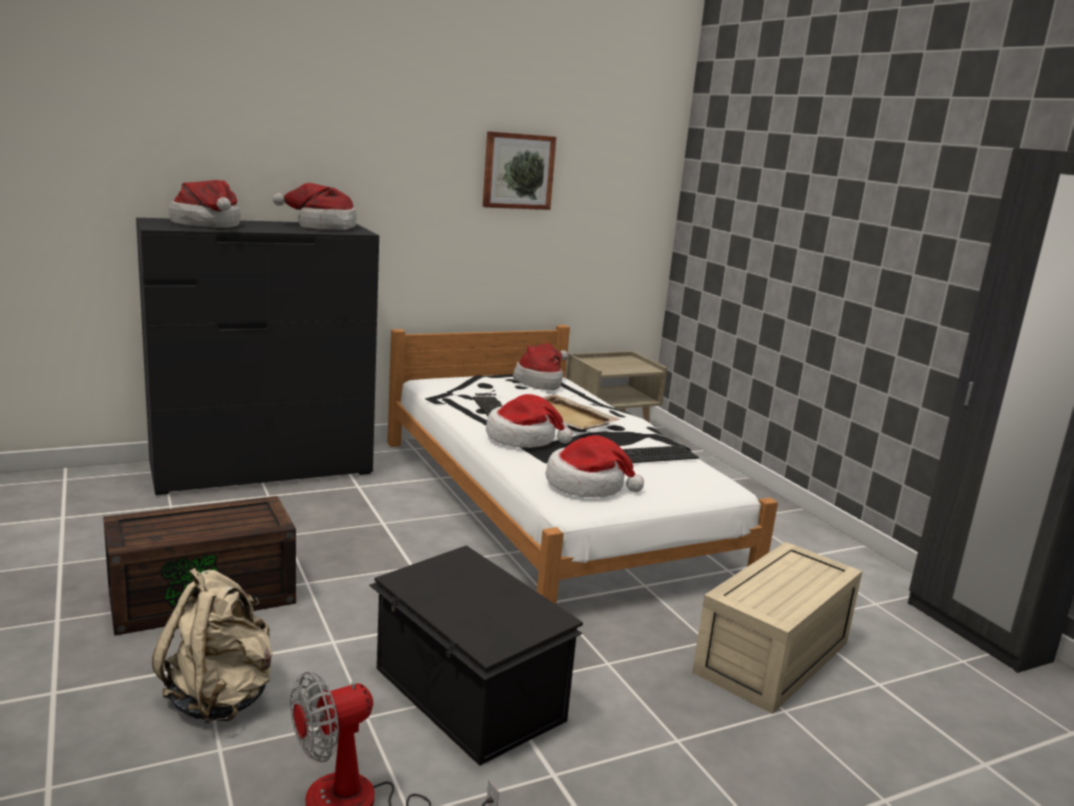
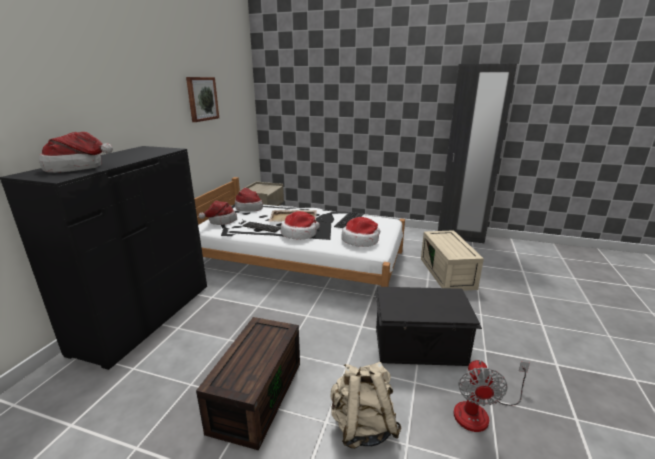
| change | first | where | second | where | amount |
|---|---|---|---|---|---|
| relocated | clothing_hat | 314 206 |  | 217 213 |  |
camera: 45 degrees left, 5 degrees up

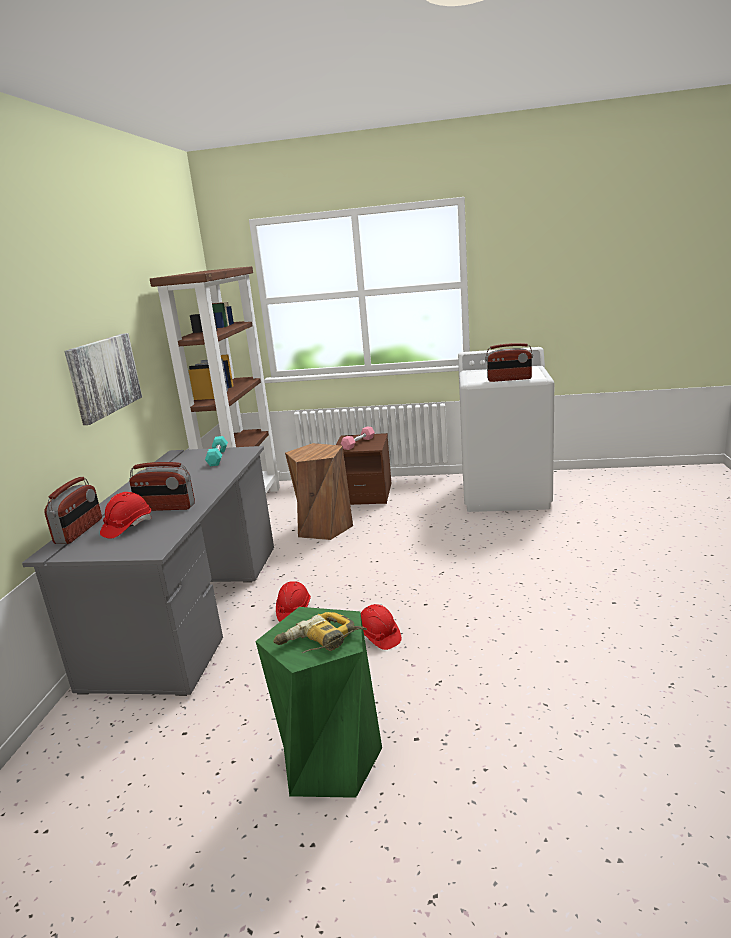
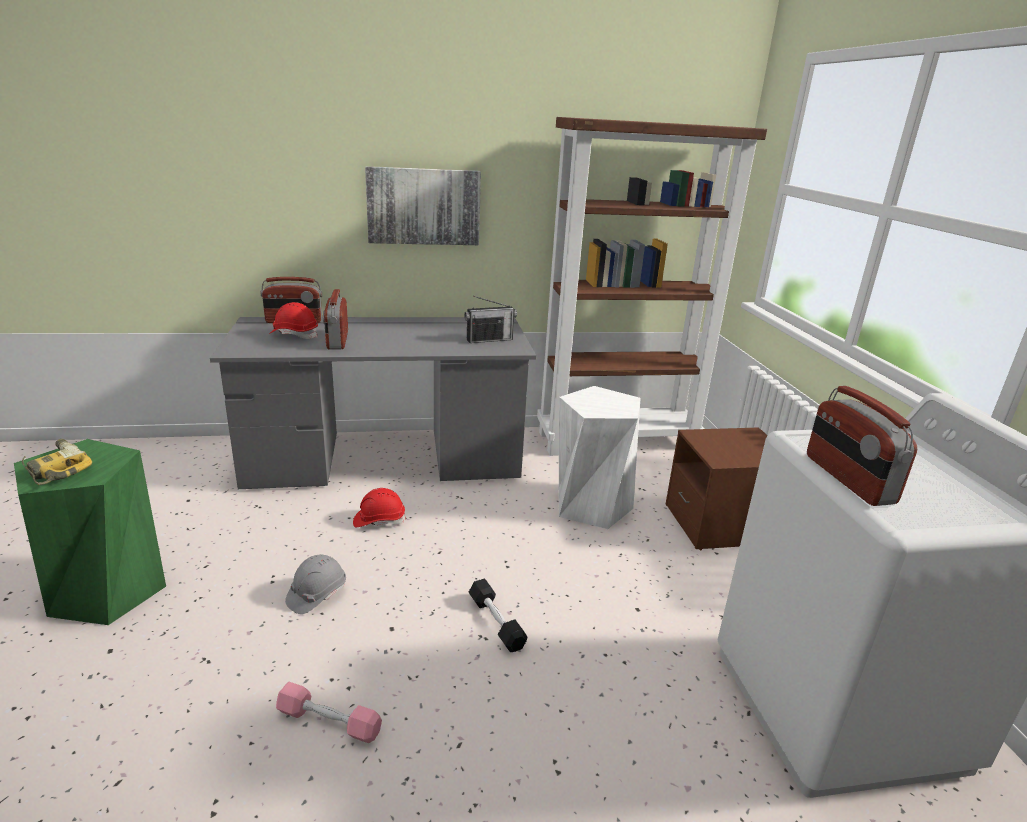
| change | first | where | second | where | amount |
|---|---|---|---|---|---|
| relocated | pinkish_free_weight | 358 438 |  | 329 712 |  |
| colour | red-coloured_work_helmet | 381 627 | gray_work_helmet | 315 584 |  |
| exchanged | turquoise-coloured_free_weight | 216 451 | radio_receiver | 490 319 |  |
| appeared |  |  | blackish_free_weight | 498 615 |  |
| colour | brown-coloured_sitting_stool | 319 491 | whitish_sitting_stool | 600 457 |  |
camera: 70 degrees right, 5 degrees up

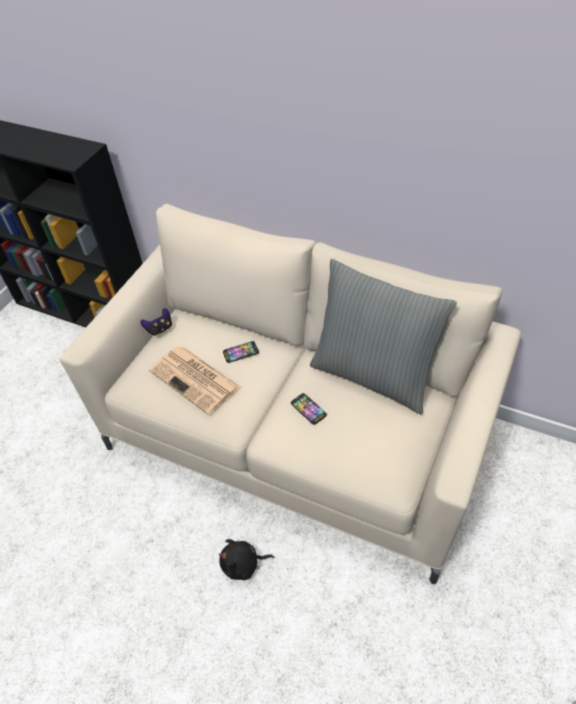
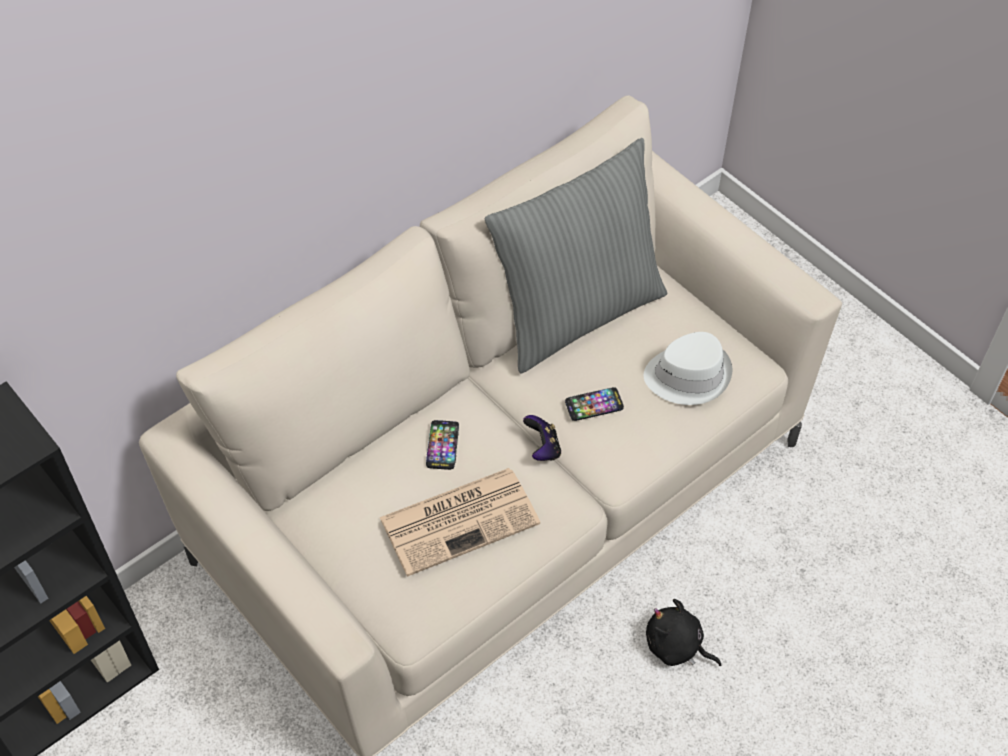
| change | first | where | second | where | amount |
|---|---|---|---|---|---|
| relocated | joypad | 156 322 |  | 542 438 |  |
| appeared |  |  | whitish_clothing_hat | 688 368 |  |
| spun | blackish_soft_toy | 246 559 |  | 683 632 | 105 degrees clockwise |
camera: 70 degrees left, 5 degrees up

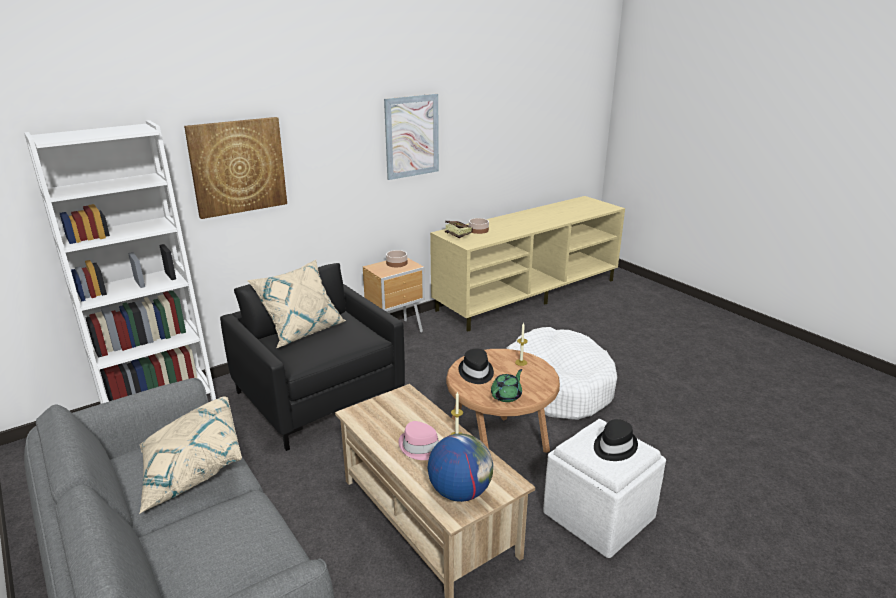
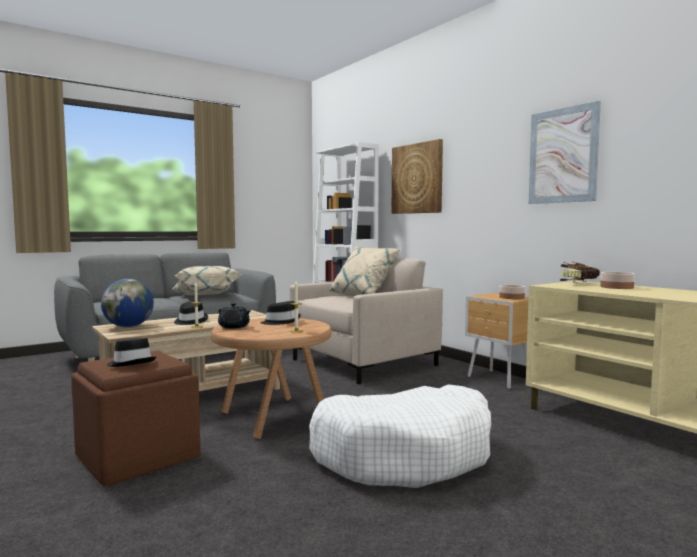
| change | first | where | second | where | amount |
|---|---|---|---|---|---|
| colour | whitish_pouffe | 604 488 | brown-coloured_pouffe | 136 418 |  |
| colour | pinkish_clothing_hat | 419 440 | blackish_clothing_hat | 191 313 |  |
| colour | green-coloured_pot_for_tea | 506 385 | blackish_pot_for_tea | 234 316 |  |
| colour | blackish_easy_chair | 312 357 | beige-coloured_easy_chair | 366 321 |  |
camera: 90 degrees right, 20 degrees down

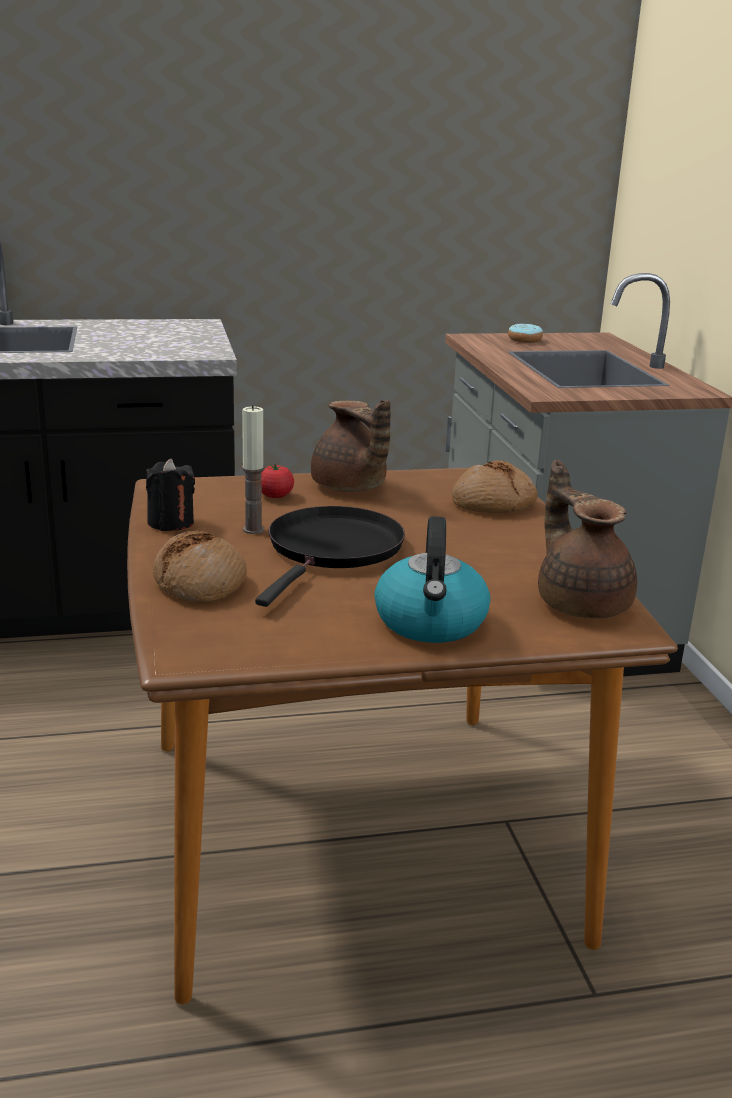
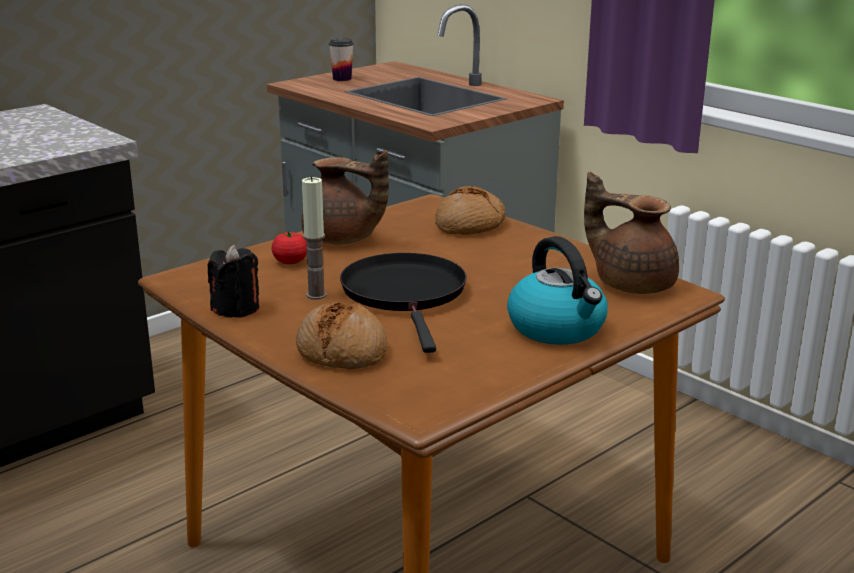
| change | first | where | second | where | amount |
|---|---|---|---|---|---|
| exchanged | doughnut | 525 333 | cup | 341 59 |  |
camera: 30 degrees left, 0 degrees up

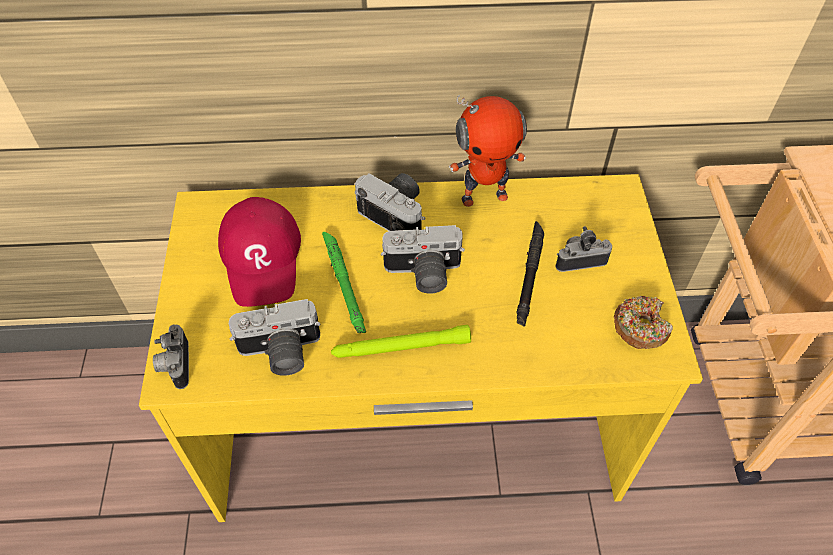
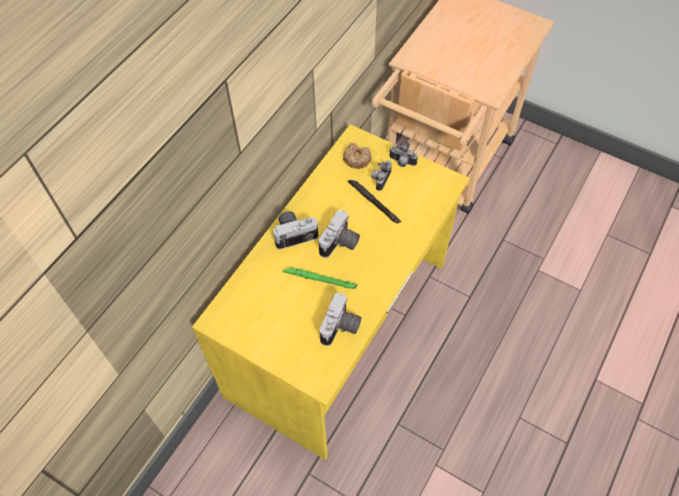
| change | first | where | second | where | amount |
|---|---|---|---|---|---|
| relocated | doughnut | 643 322 |  | 357 155 |  |
| relocated | still_camera | 171 357 |  | 403 154 |  |
| missing | red-coloured_baseball_cap | 259 252 |  |  |  |
| missing | green-coloured_hand_torch | 401 341 |  |  |  |
| missing | robot_figure | 488 151 |  |  |  |
camera: 55 degrees left, 5 degrees up

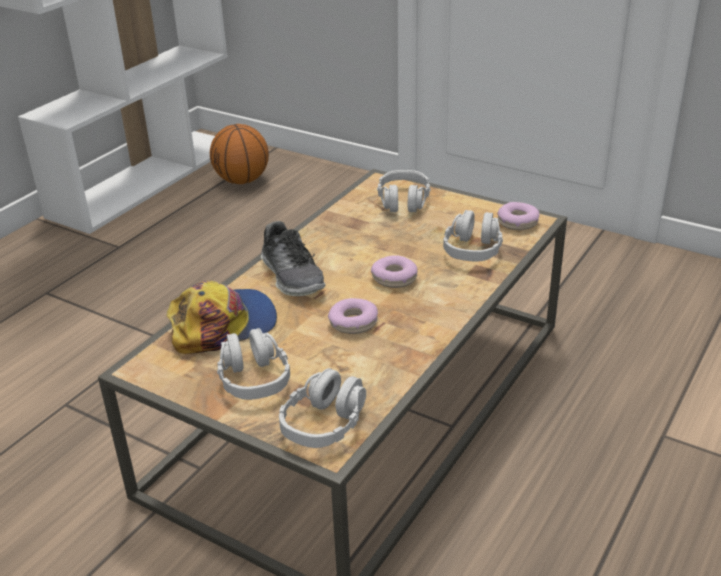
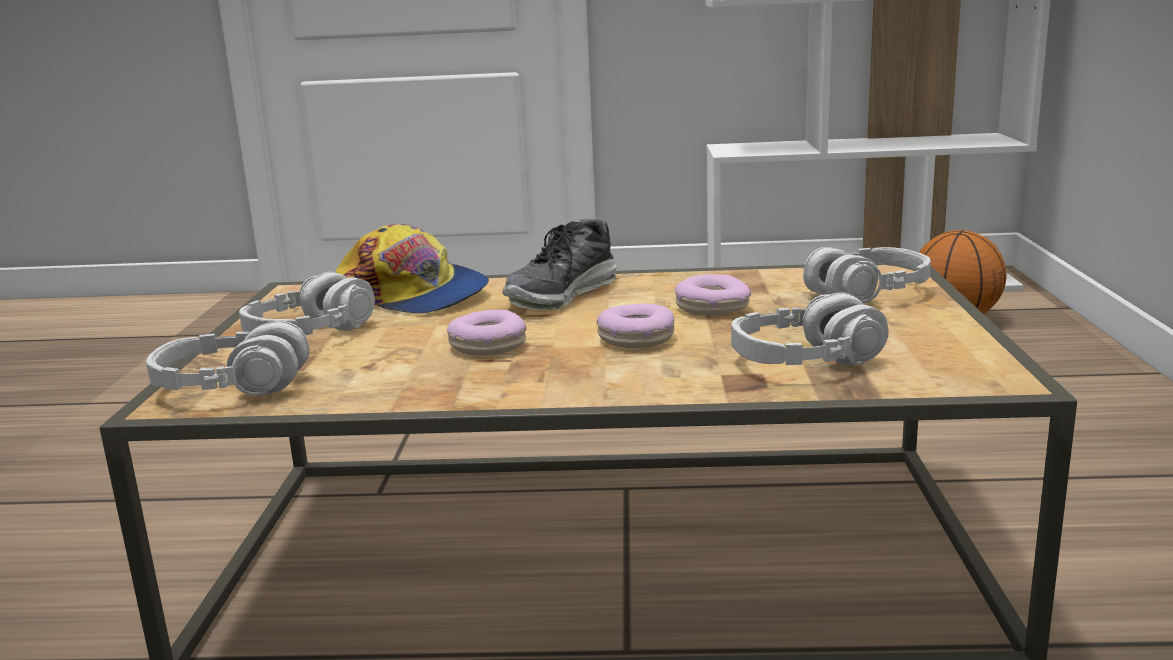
| change | first | where | second | where | amount |
|---|---|---|---|---|---|
| relocated | doughnut | 519 216 |  | 713 295 |  |
camera: 60 degrees right, 15 degrees down

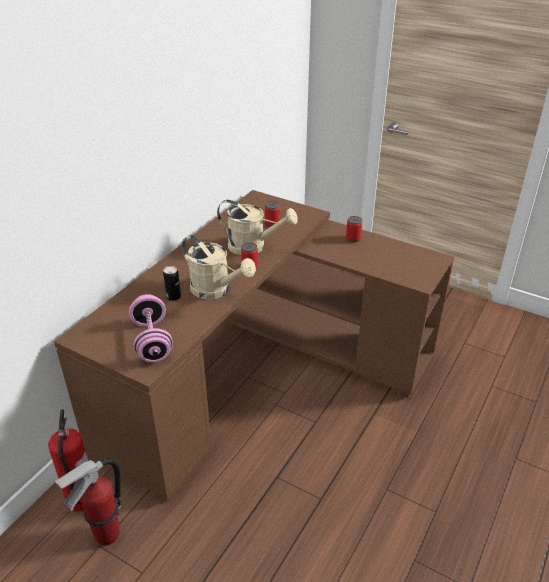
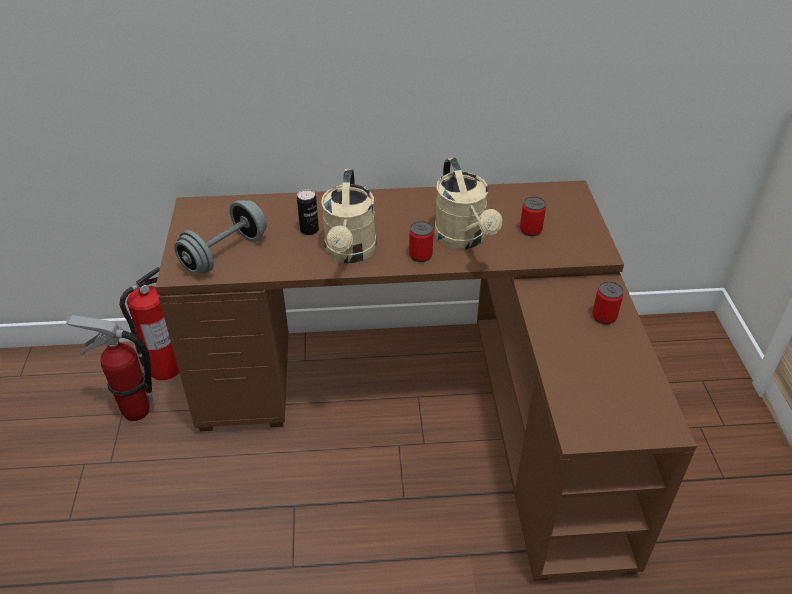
| change | first | where | second | where | amount |
|---|---|---|---|---|---|
| colour | pinkish_free_weight | 151 328 | gray_free_weight | 220 237 |  |
camera: 55 degrees right, 5 degrees up

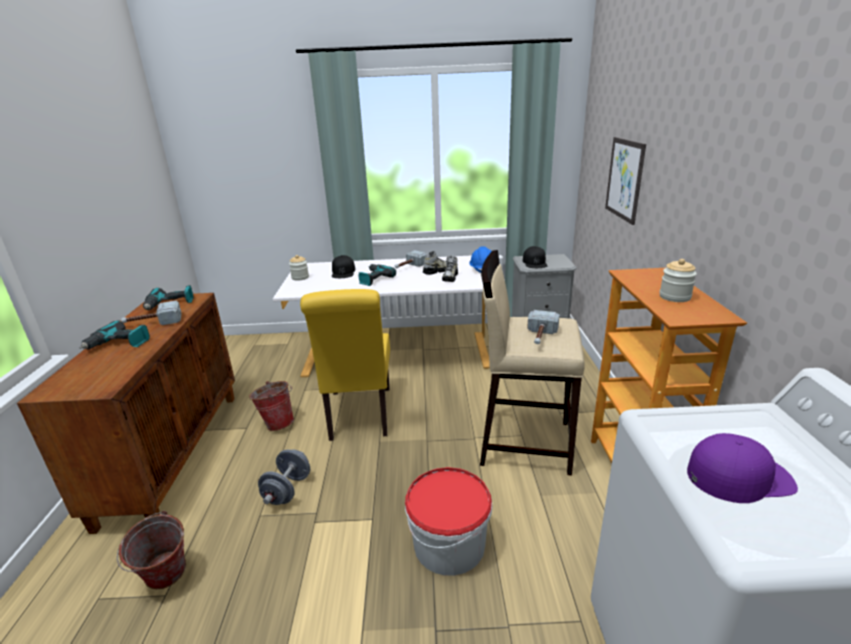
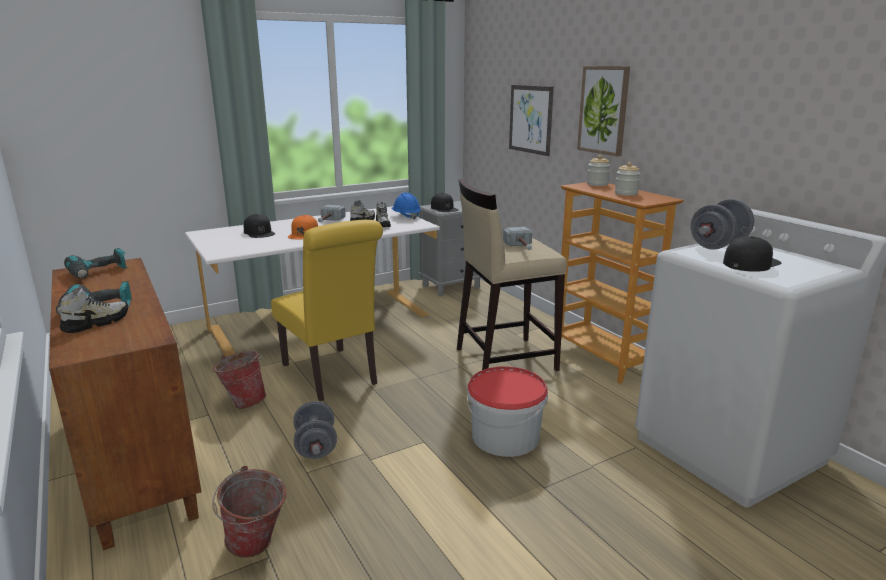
| change | first | where | second | where | amount |
|---|---|---|---|---|---|
| appeared |  |  | item_of_footwear | 94 310 |  |
| exchanged | power_drill | 377 275 | orange-coloured_baseball_cap | 303 227 |  |
| appeared |  |  | picture | 603 111 |  |
| relocated | preserve_jar | 299 268 |  | 598 170 |  |
| appeared |  |  | gray_free_weight | 722 224 |  |
| colour | purple_baseball_cap | 742 468 | blackish_baseball_cap | 752 254 |  |
| missing | hand_hammer | 151 313 |  |  |  |
camera: 30 degrees left, 5 degrees down

